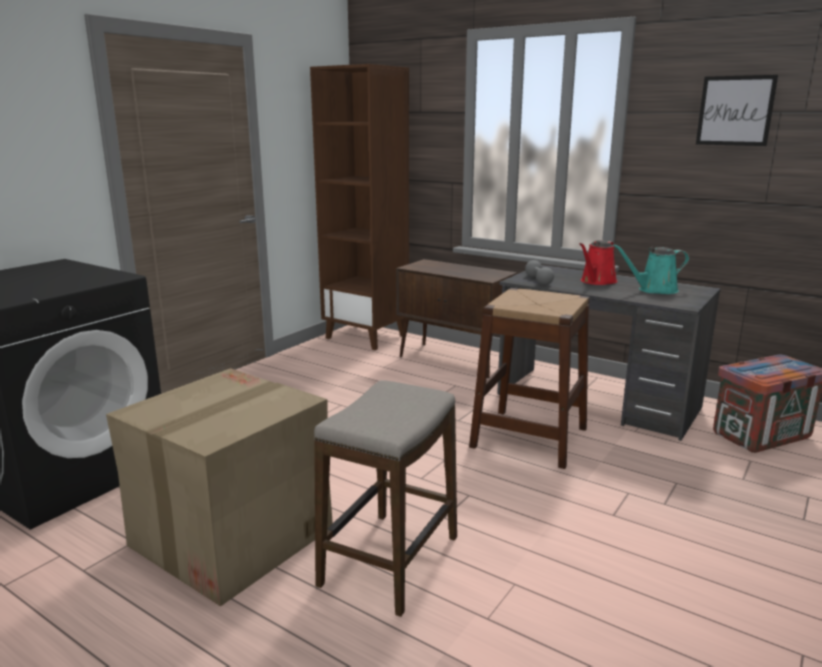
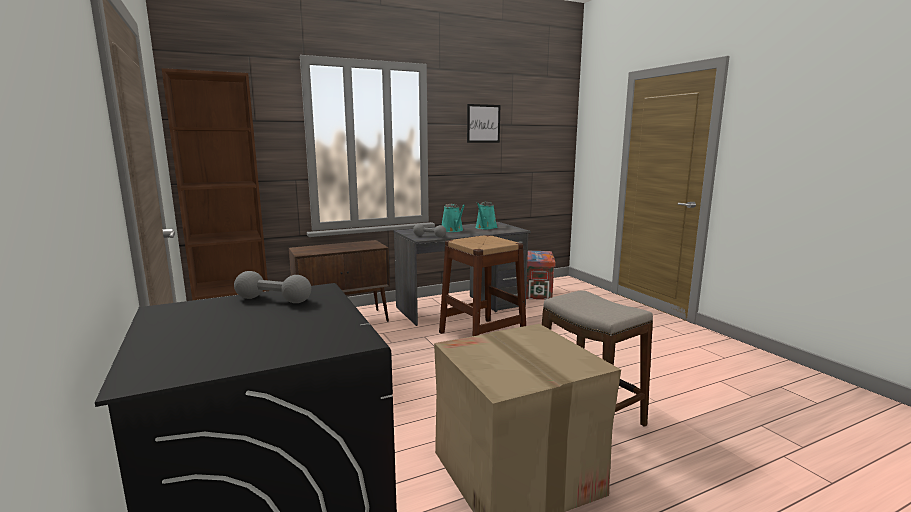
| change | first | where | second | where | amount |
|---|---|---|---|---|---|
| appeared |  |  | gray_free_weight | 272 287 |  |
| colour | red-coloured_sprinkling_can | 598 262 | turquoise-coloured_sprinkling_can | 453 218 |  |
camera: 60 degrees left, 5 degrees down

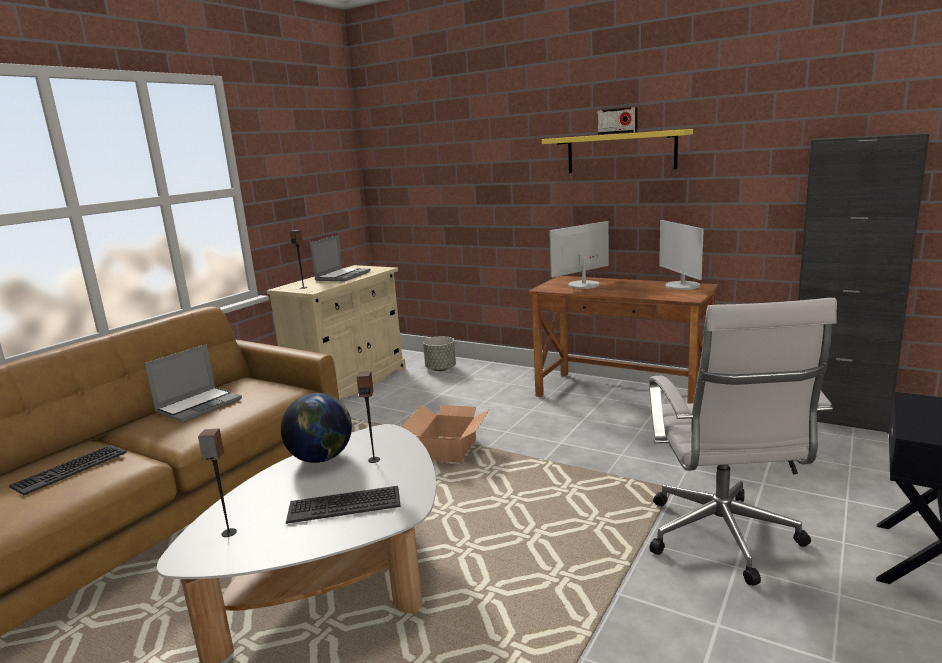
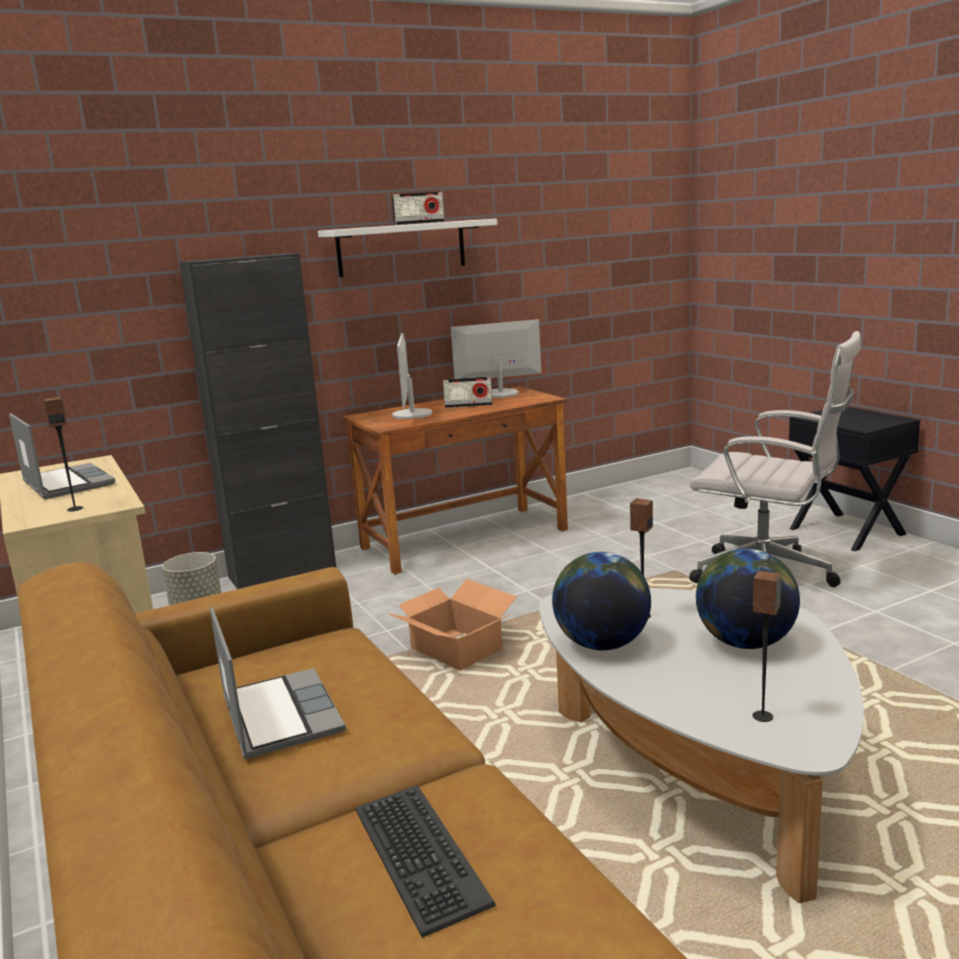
| change | first | where | second | where | amount |
|---|---|---|---|---|---|
| relocated | blackish_storage_cabinet | 864 283 |  | 257 421 |  |
| colour | yellow-coloured_wall_shelf | 617 151 | whitish_wall_shelf | 407 248 |  |
| appeared |  |  | radio_receiver | 468 392 |  |
| spun | computer_screen | 681 255 |  | 496 358 | 150 degrees clockwise |
| exchanged | computer_keyboard | 343 505 | globe | 748 599 |  |
camera: 60 degrees left, 0 degrees up

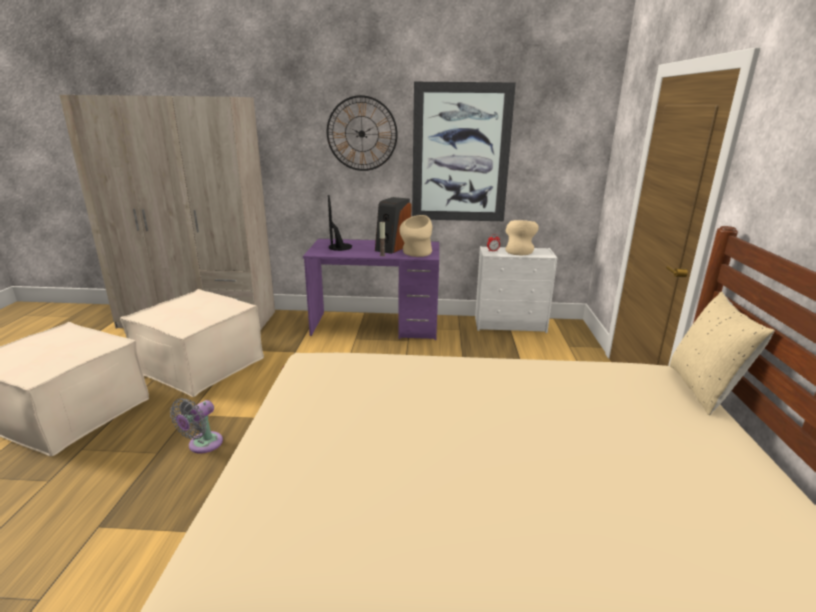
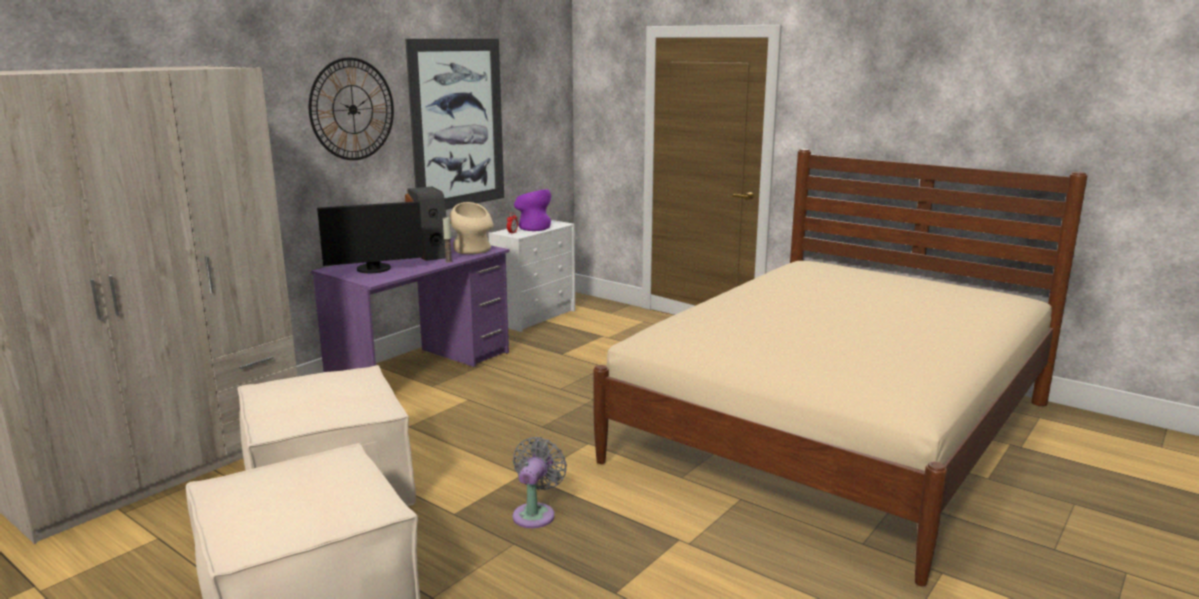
| change | first | where | second | where | amount |
|---|---|---|---|---|---|
| spun | computer_screen | 340 223 |  | 370 237 | 45 degrees counterclockwise |
| spun | gray_cooling_fan | 196 425 |  | 540 482 | 135 degrees counterclockwise |
| colour | beige-coloured_vase | 522 237 | purple_vase | 532 210 |  |
| missing | beige-coloured_throw_pillow | 722 353 |  |  |  |
camera: 55 degrees left, 5 degrees down

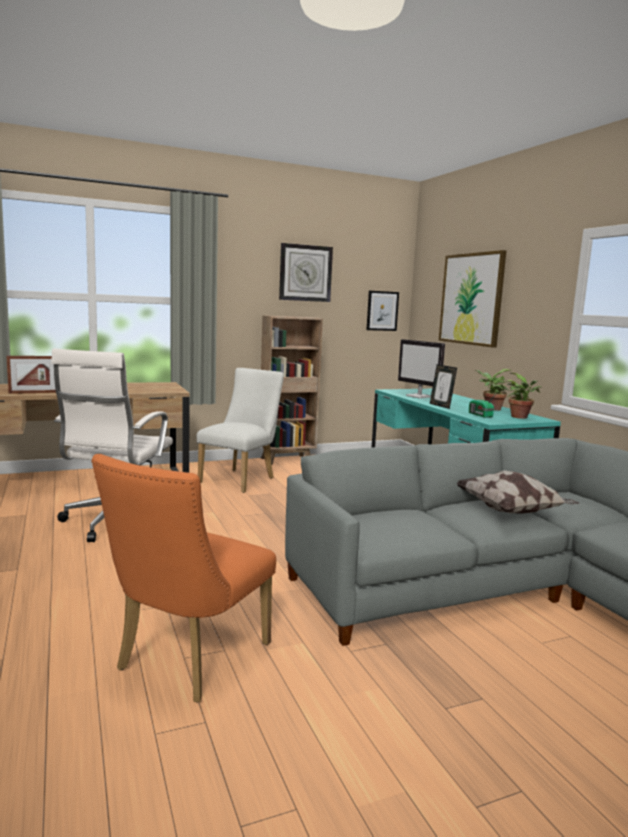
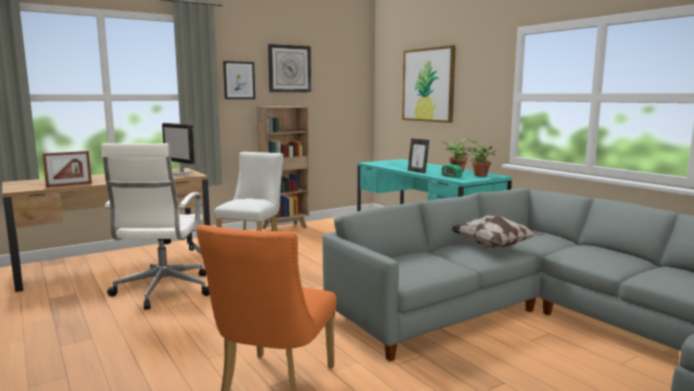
| change | first | where | second | where | amount |
|---|---|---|---|---|---|
| relocated | computer_screen | 421 369 |  | 178 149 |  |
| relocated | picture | 383 311 |  | 239 80 |  |
camera: 10 degrees left, 0 degrees up

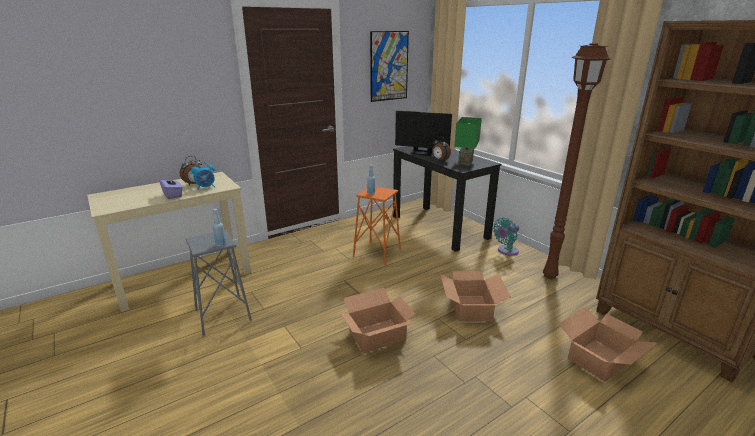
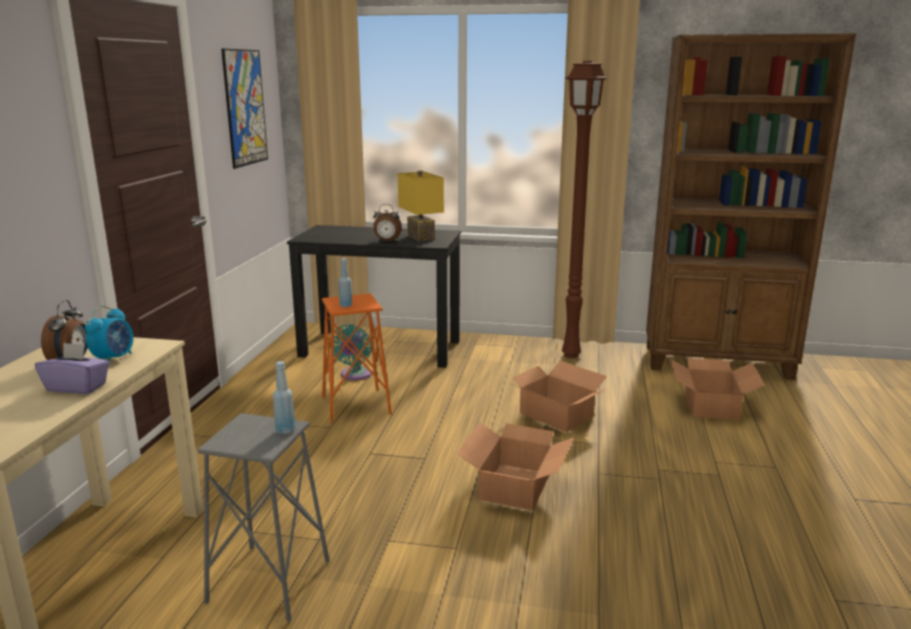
| change | first | where | second | where | amount |
|---|---|---|---|---|---|
| relocated | turquoise-coloured_cooling_fan | 506 237 |  | 351 352 |  |
| colour | green-coloured_lamp_for_a_table | 468 141 | yellow-coloured_lamp_for_a_table | 421 205 |  |
| missing | computer_screen | 423 133 |  |  |  |
camera: 45 degrees left, 5 degrees down

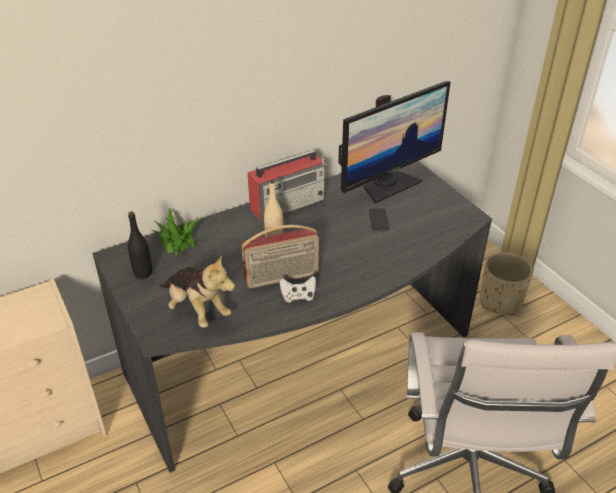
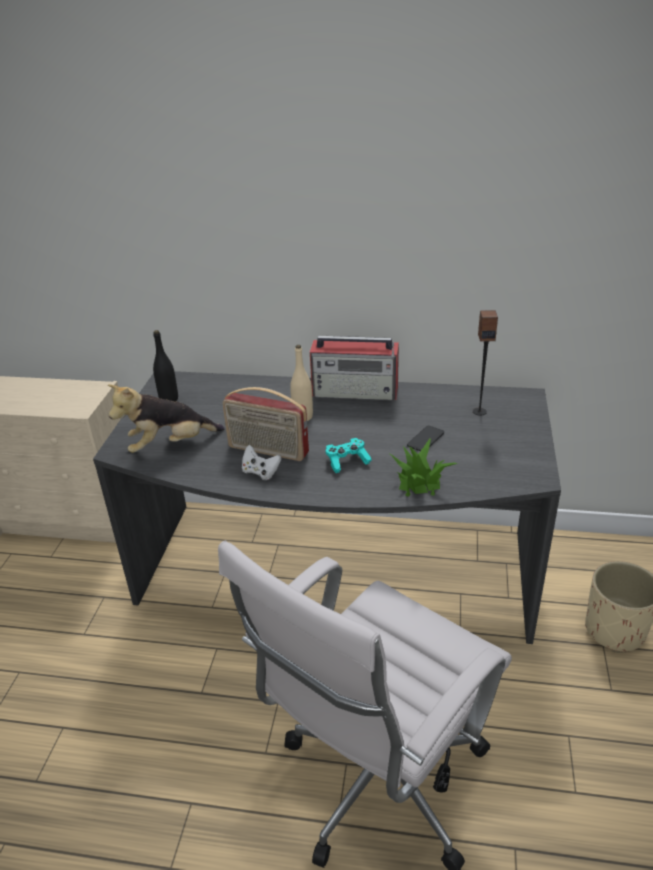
| change | first | where | second | where | amount |
|---|---|---|---|---|---|
| spun | soft_toy | 197 291 |  | 166 418 | 75 degrees clockwise |
| appeared |  |  | turquoise-coloured_joypad | 349 455 |  |
| relocated | plant_in_a_pot | 178 231 |  | 424 468 |  |
| exchanged | computer_screen | 394 142 | loudspeaker | 485 363 |  |
camera: 40 degrees right, 5 degrees down

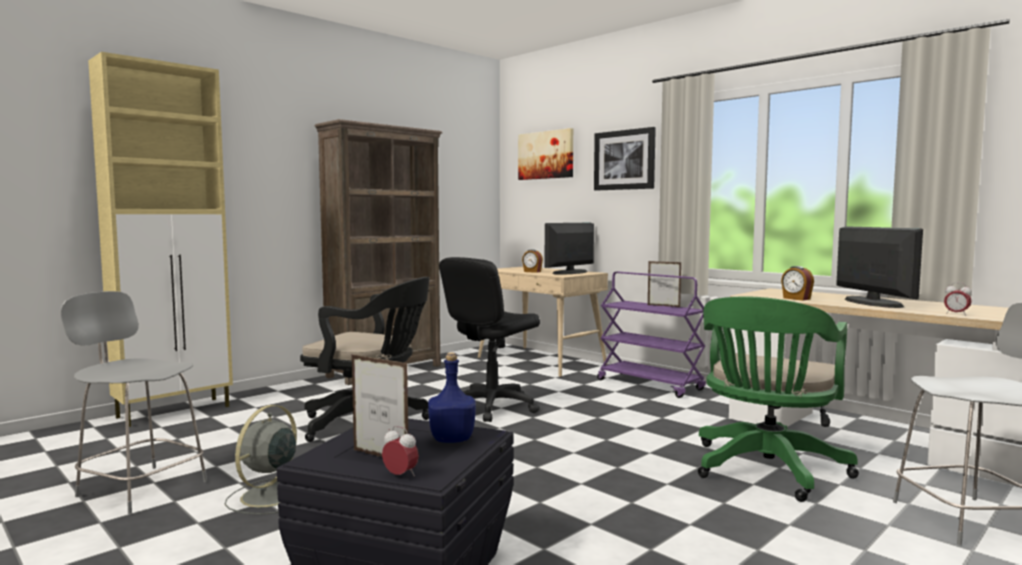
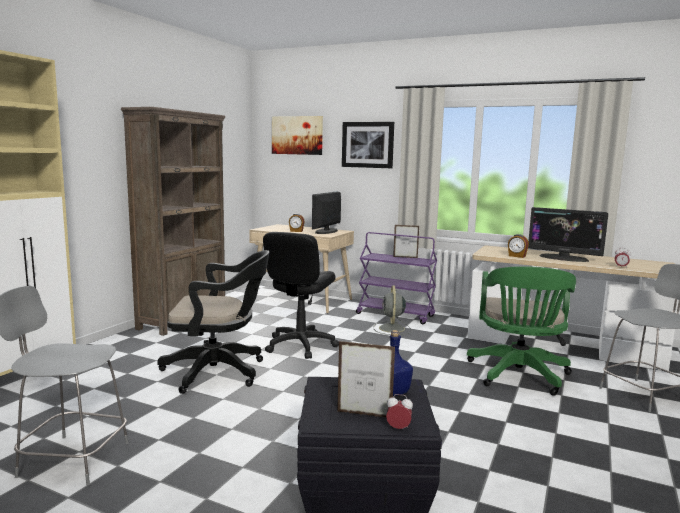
| change | first | where | second | where | amount |
|---|---|---|---|---|---|
| relocated | gray_cooling_fan | 261 459 |  | 393 310 |  |
| spun | computer_screen | 879 267 |  | 568 234 | 150 degrees clockwise |
camera: 20 degrees left, 5 degrees up

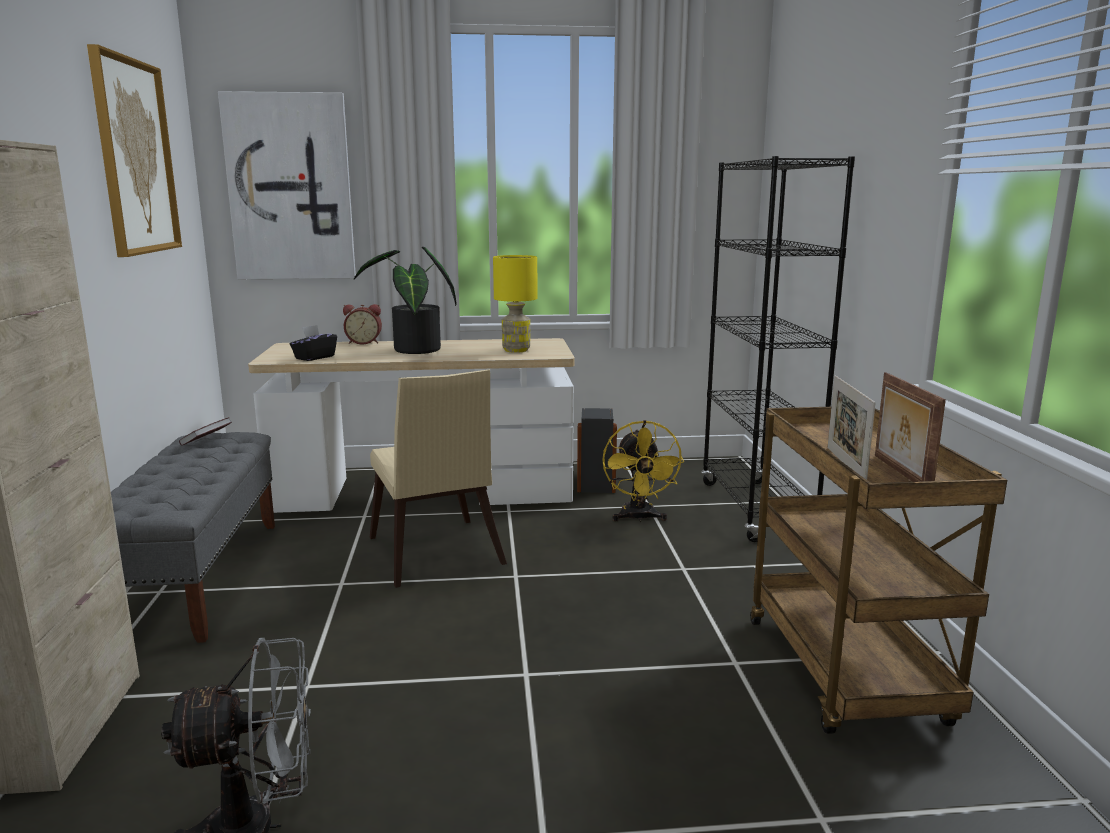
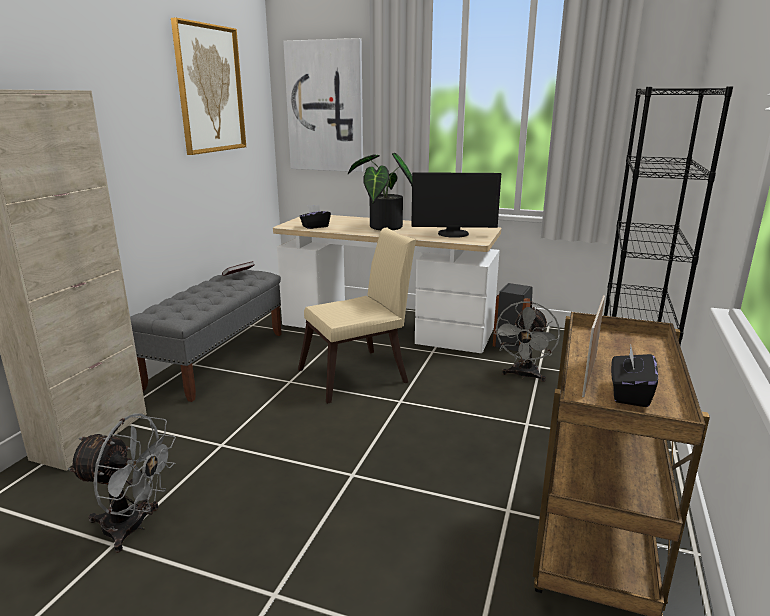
| change | first | where | second | where | amount |
|---|---|---|---|---|---|
| spun | beige-coloured_plain_chair | 438 479 |  | 357 315 | 120 degrees counterclockwise |
| exchanged | yellow-coloured_lamp_for_a_table | 515 304 | computer_screen | 456 205 |  |
| colour | yellow-coloured_cooling_fan | 643 471 | gray_cooling_fan | 527 341 |  |
| exchanged | photo_frame | 910 427 | blackish_tissue_box | 634 376 |  |
| missing | alarm_clock | 362 324 |  |  |  |
camera: 25 degrees right, 5 degrees up

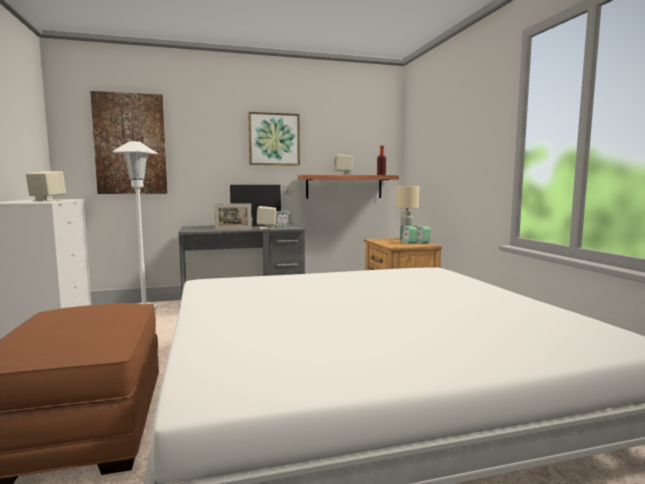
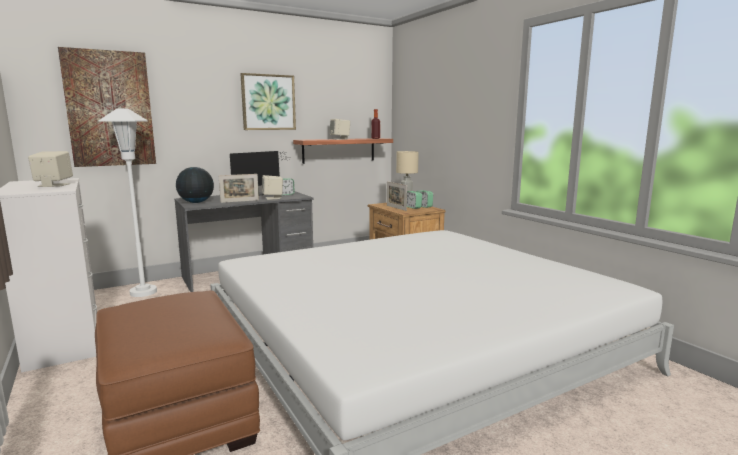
| change | first | where | second | where | amount |
|---|---|---|---|---|---|
| appeared |  |  | globe | 195 185 |  |
| appeared |  |  | photo_frame | 397 196 |  |
camera: 15 degrees left, 5 degrees up

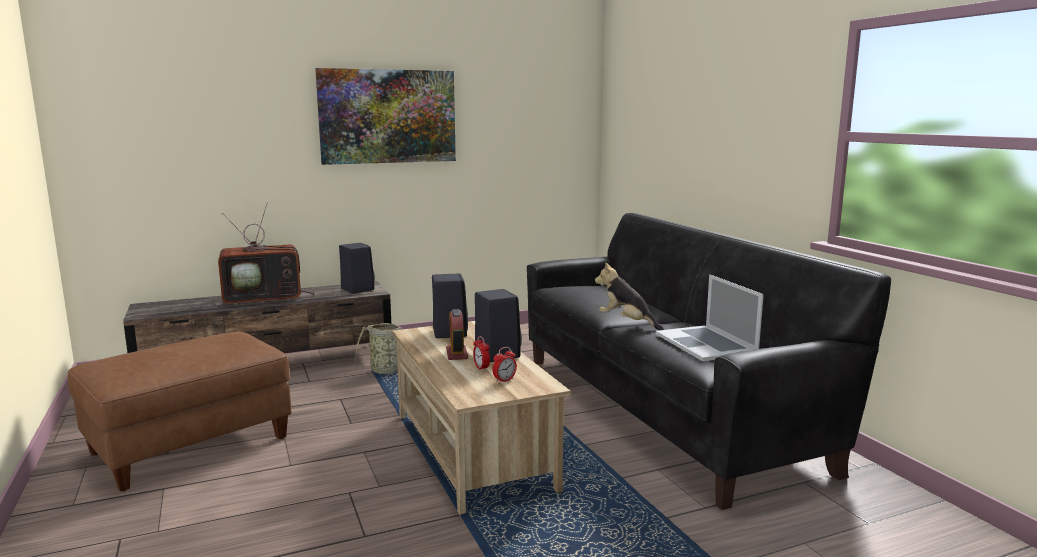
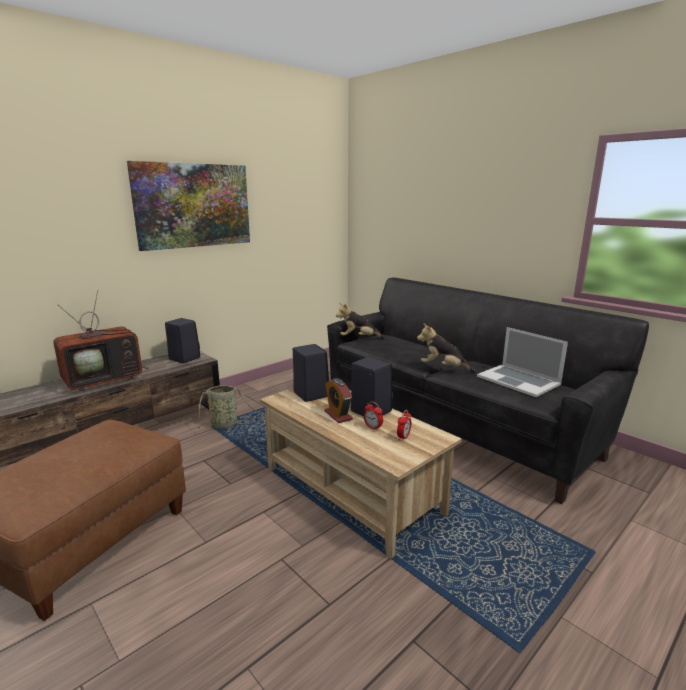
| change | first | where | second | where | amount |
|---|---|---|---|---|---|
| appeared |  |  | soft_toy | 360 321 |  |
camera: 20 degrees left, 5 degrees up

